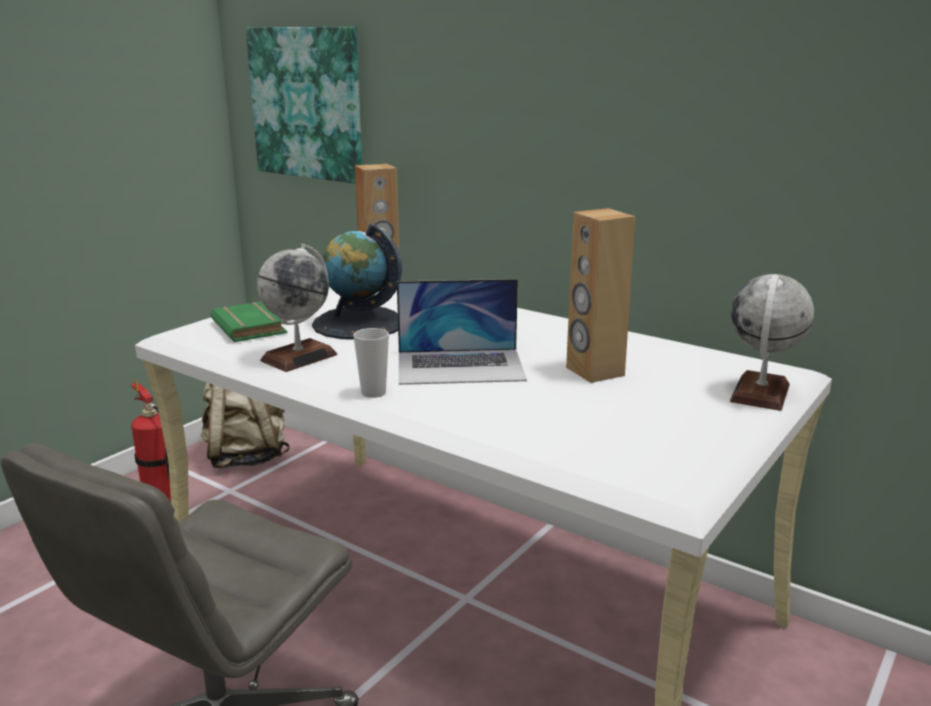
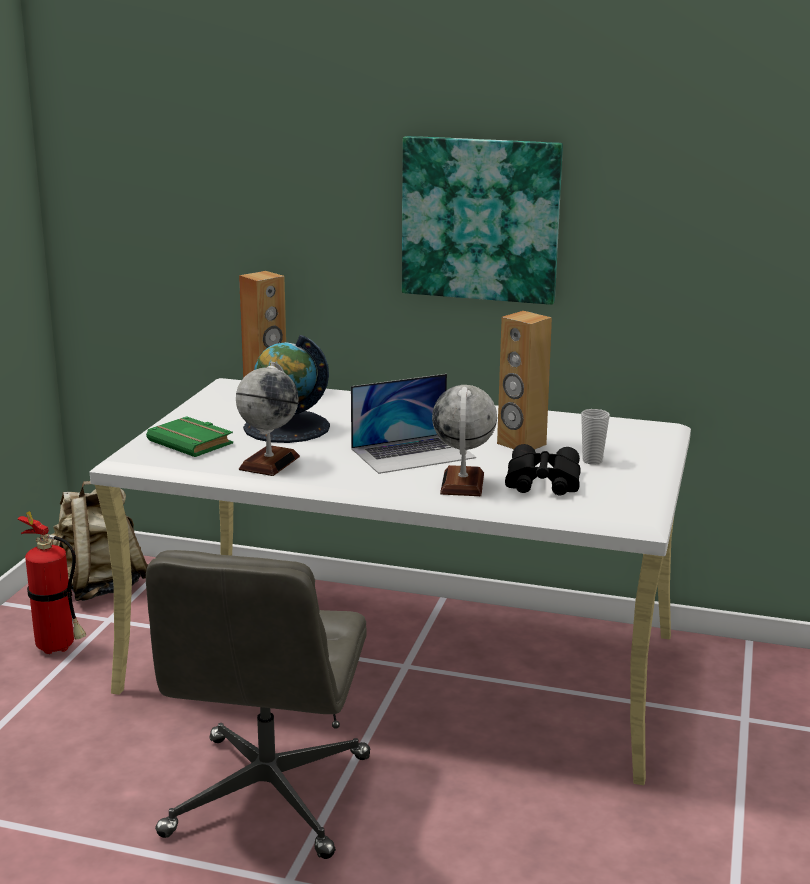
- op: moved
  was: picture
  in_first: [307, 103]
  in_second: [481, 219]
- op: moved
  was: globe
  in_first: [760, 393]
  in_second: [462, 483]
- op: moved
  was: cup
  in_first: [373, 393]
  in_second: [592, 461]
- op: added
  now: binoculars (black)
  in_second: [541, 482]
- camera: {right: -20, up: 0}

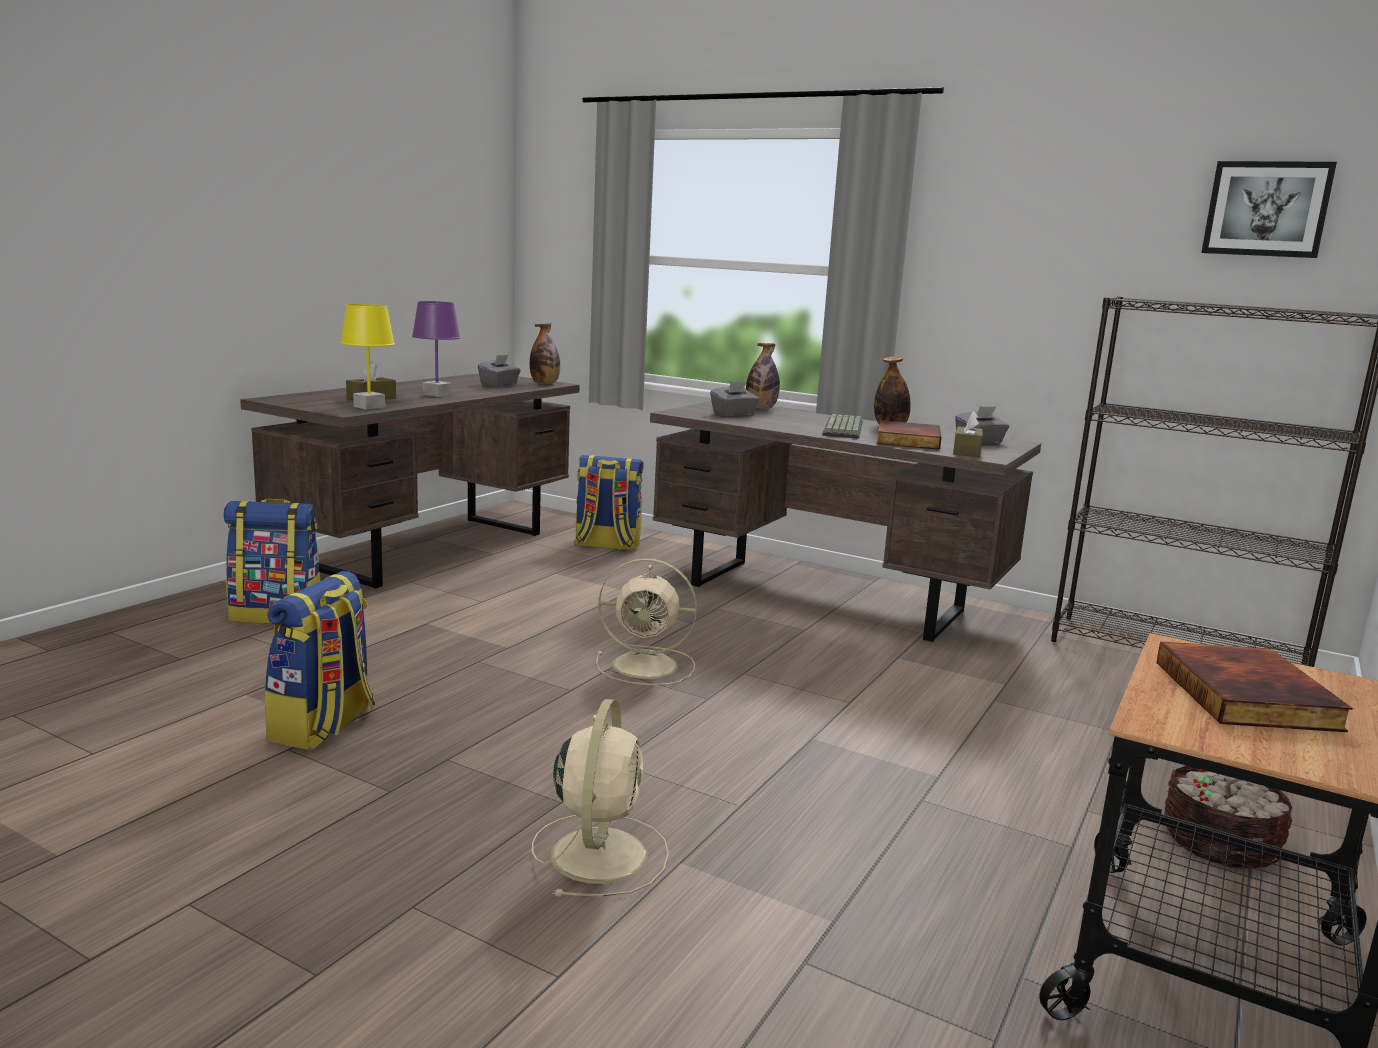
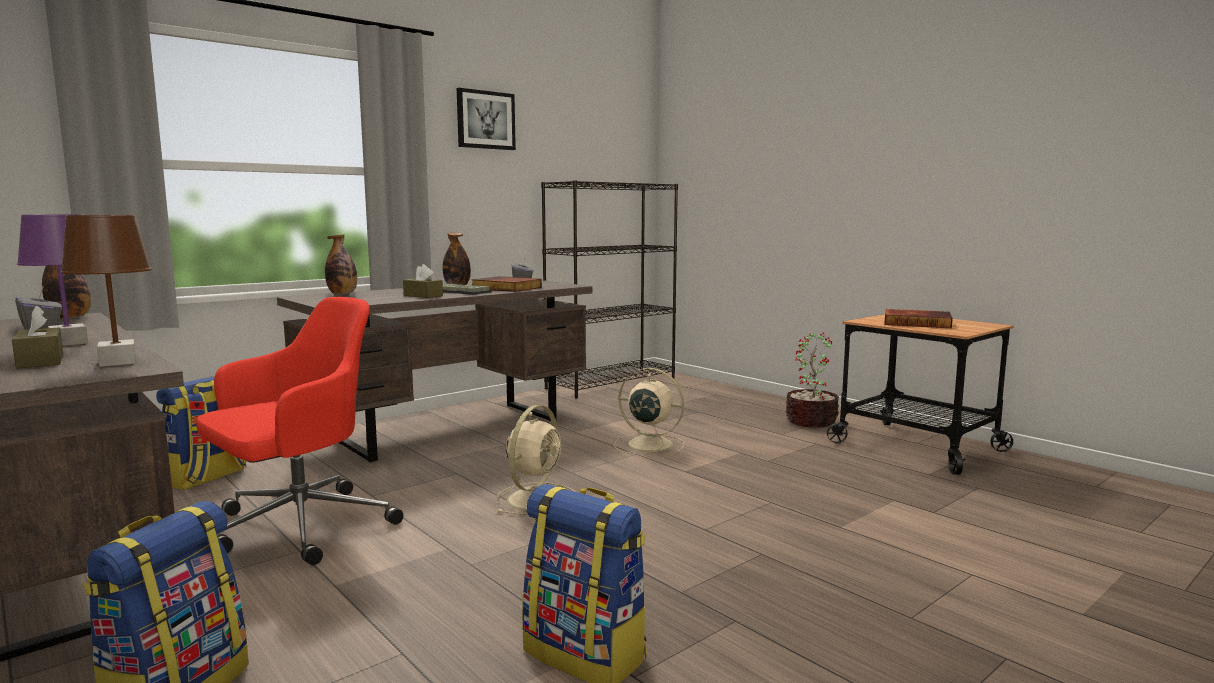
- op: moved
  was: picture
  in_first: [1266, 209]
  in_second: [485, 120]
- op: recoloured
  was: table lamp (yellow)
  now: table lamp (brown)
  in_first: [369, 407]
  in_second: [118, 362]
- op: removed
  was: tissue box (grey)
  in_first: [734, 414]
- op: moved
  was: tissue box (brown)
  in_first: [966, 451]
  in_second: [423, 296]
- op: moved
  was: fan (beige)
  in_first: [600, 852]
  in_second: [648, 444]
- op: added
  now: office chair (red)
  in_second: [298, 527]
- camera: {right: -70, up: -5}

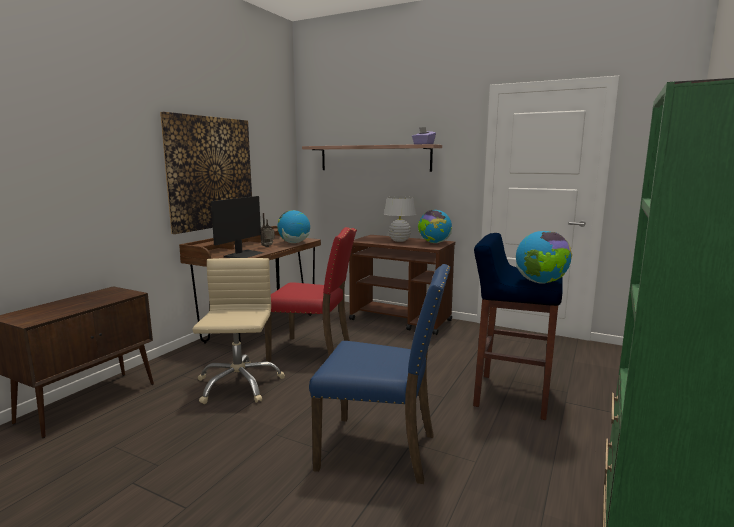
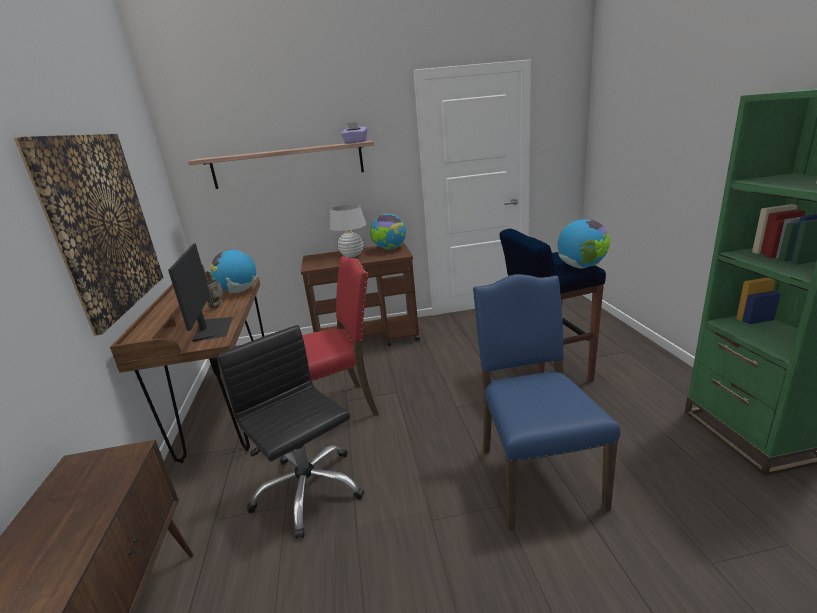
- op: recoloured
  was: office chair (beige)
  now: office chair (black)
  in_first: [238, 384]
  in_second: [307, 490]
- op: turned
  was: chair (blue)
  in_first: [381, 450]
  in_second: [535, 475]
  clockwise: -75
- camera: {right: -35, up: 10}

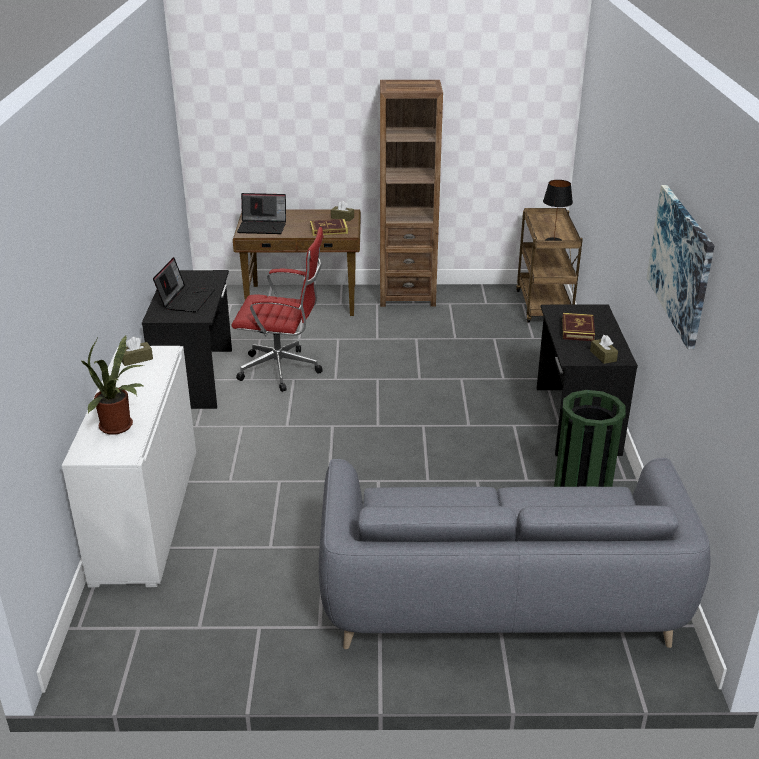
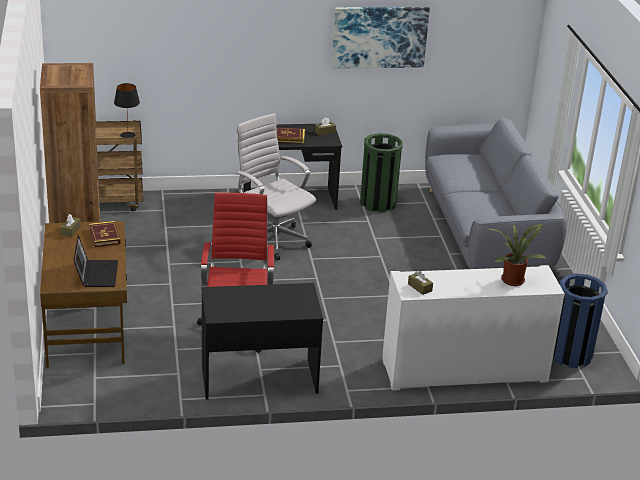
- op: removed
  was: laptop
  in_first: [186, 299]
- op: added
  now: office chair (white)
  in_second: [272, 239]
- op: added
  now: trash can (blue)
  in_second: [570, 354]
- camera: {right: -100, up: 0}

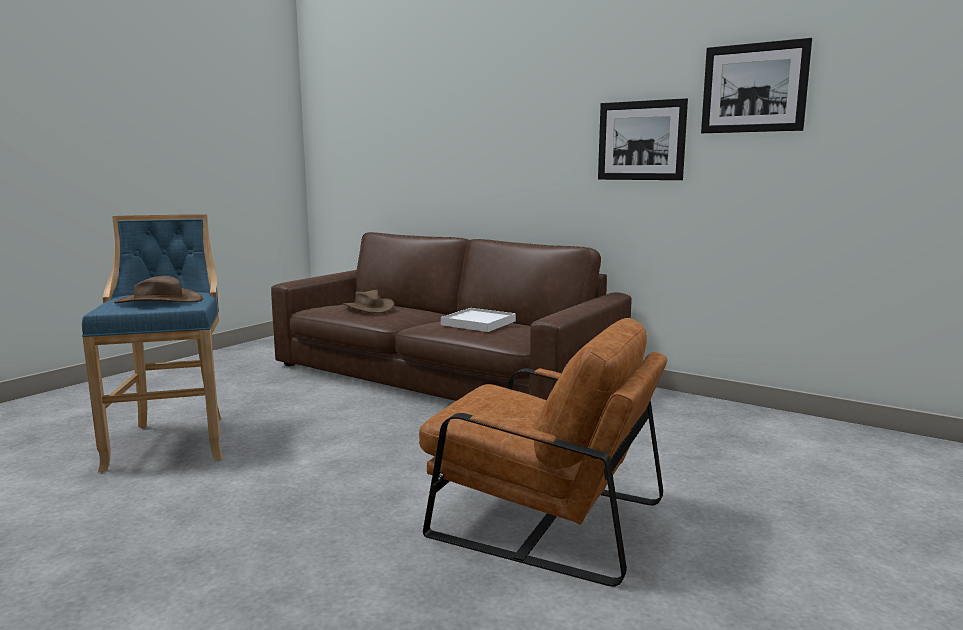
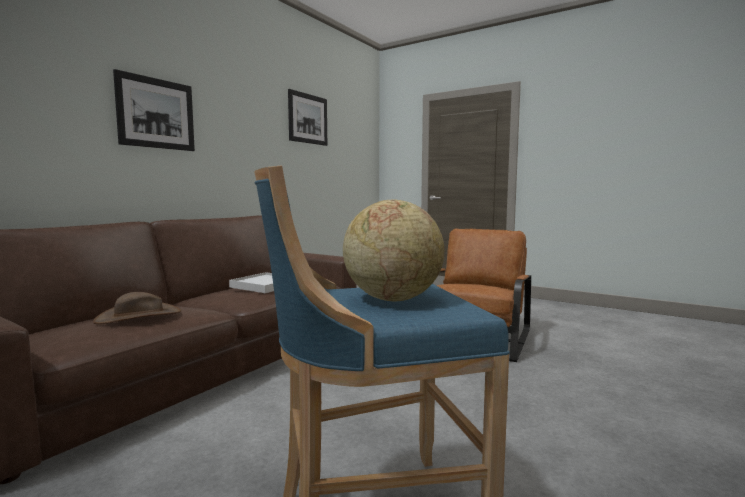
- op: moved
  was: picture
  in_first: [641, 140]
  in_second: [156, 113]
- op: replaced
  was: hat (brown)
  now: globe
  in_first: [159, 301]
  in_second: [392, 299]
- camera: {right: -90, up: -5}

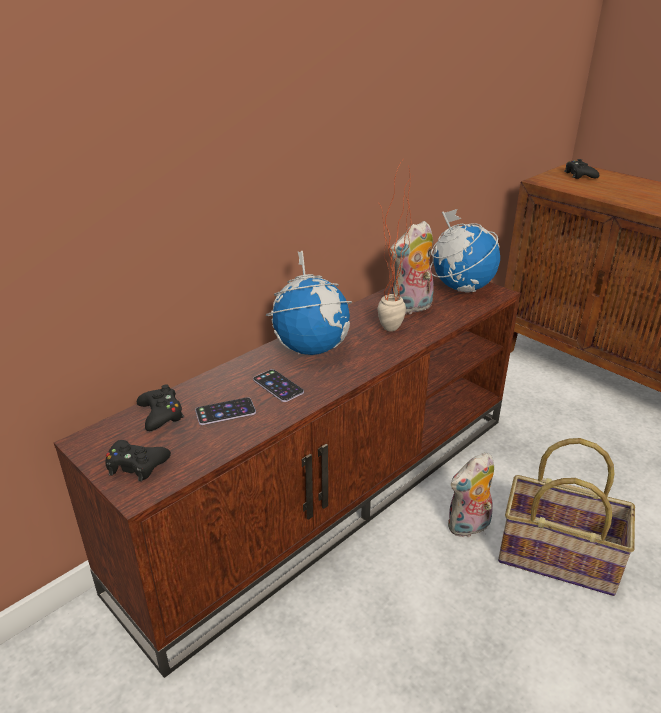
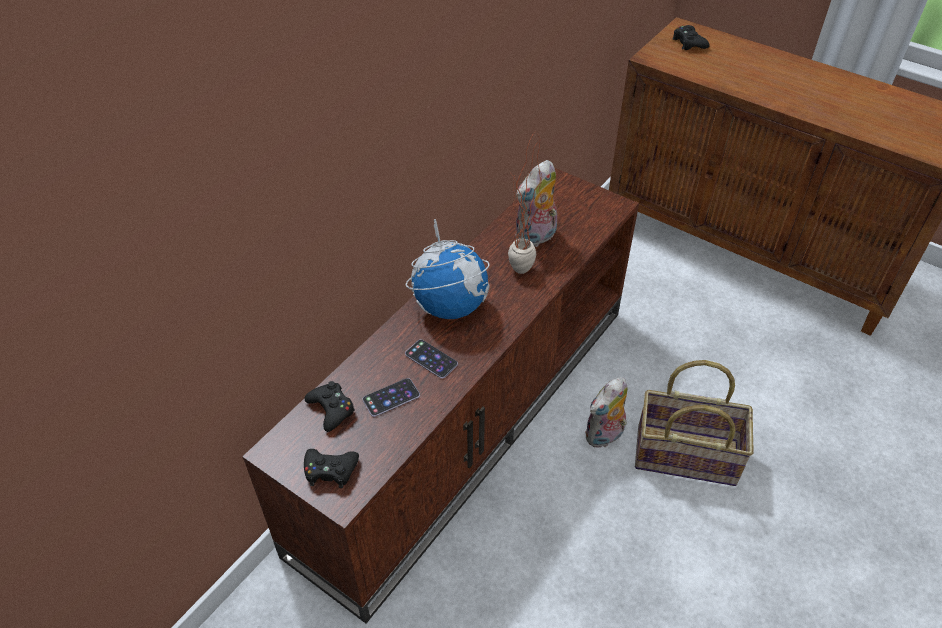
- op: removed
  was: globe
  in_first: [461, 288]
- camera: {right: -10, up: 15}

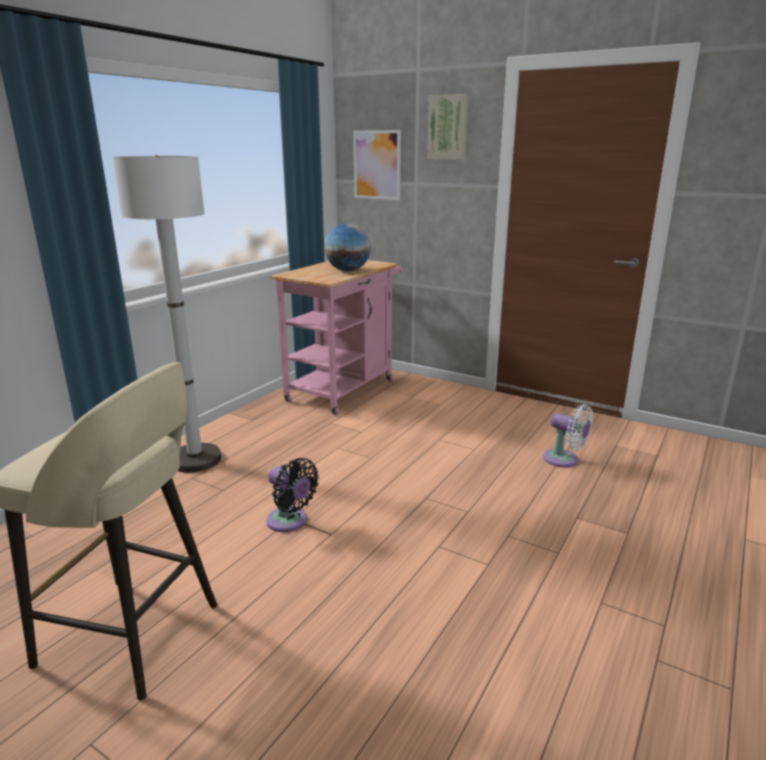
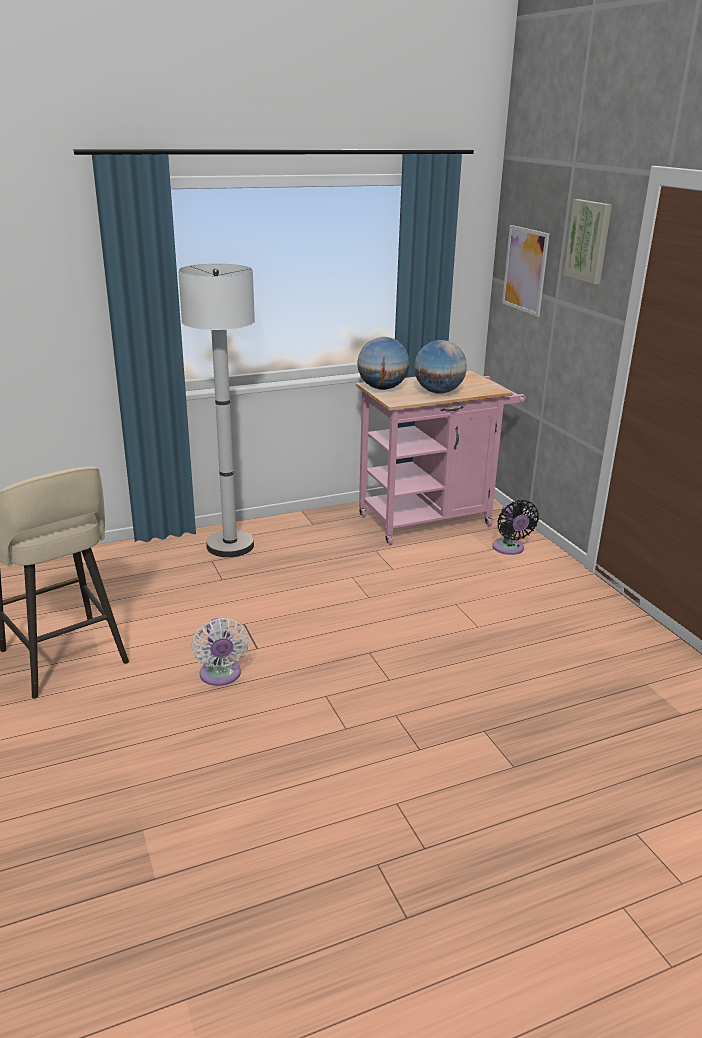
- op: moved
  was: fan (white)
  in_first: [564, 460]
  in_second: [220, 676]
- op: moved
  was: fan (black)
  in_first: [289, 522]
  in_second: [509, 549]
- op: added
  now: globe
  in_second: [382, 388]
- camera: {right: 35, up: 5}

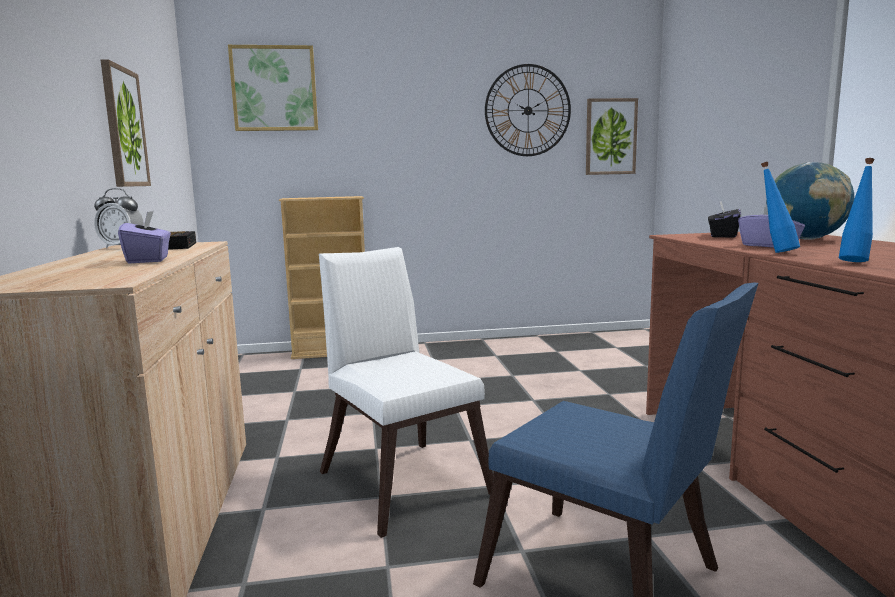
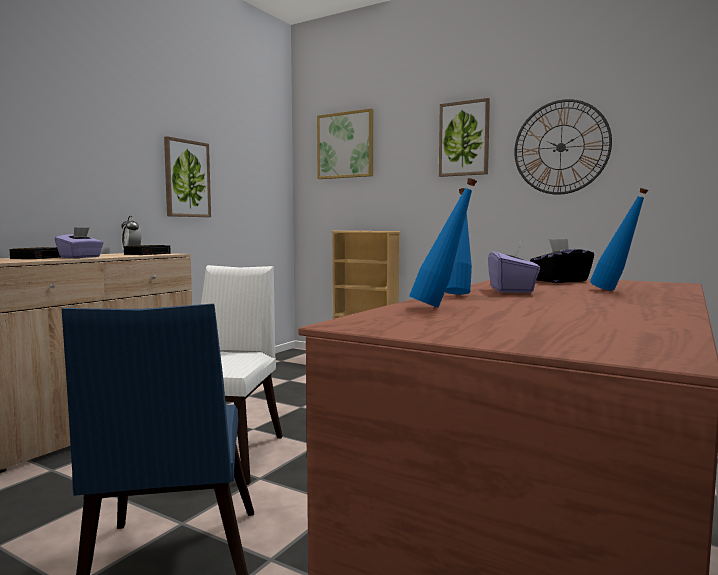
- op: moved
  was: picture
  in_first: [610, 137]
  in_second: [464, 138]
- op: replaced
  was: globe
  now: bottle (blue)
  in_first: [805, 239]
  in_second: [616, 291]
- op: added
  now: alarm clock
  in_second: [40, 257]
- camera: {right: 40, up: -5}

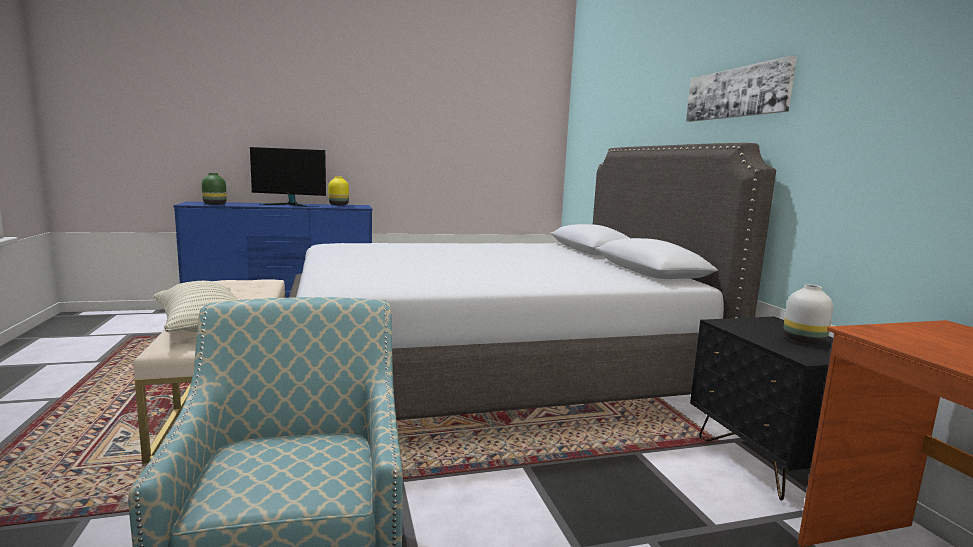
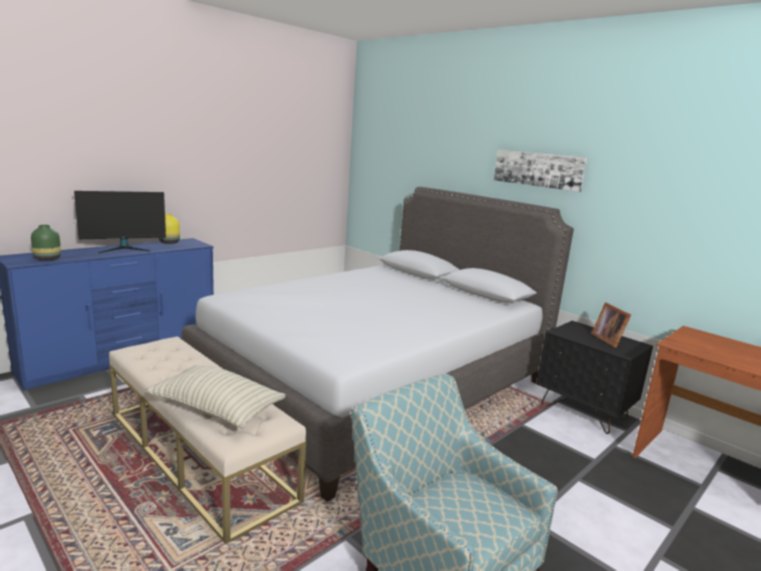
- op: replaced
  was: vase (white)
  now: picture frame
  in_first: [805, 341]
  in_second: [608, 340]
- camera: {right: -30, up: 5}

